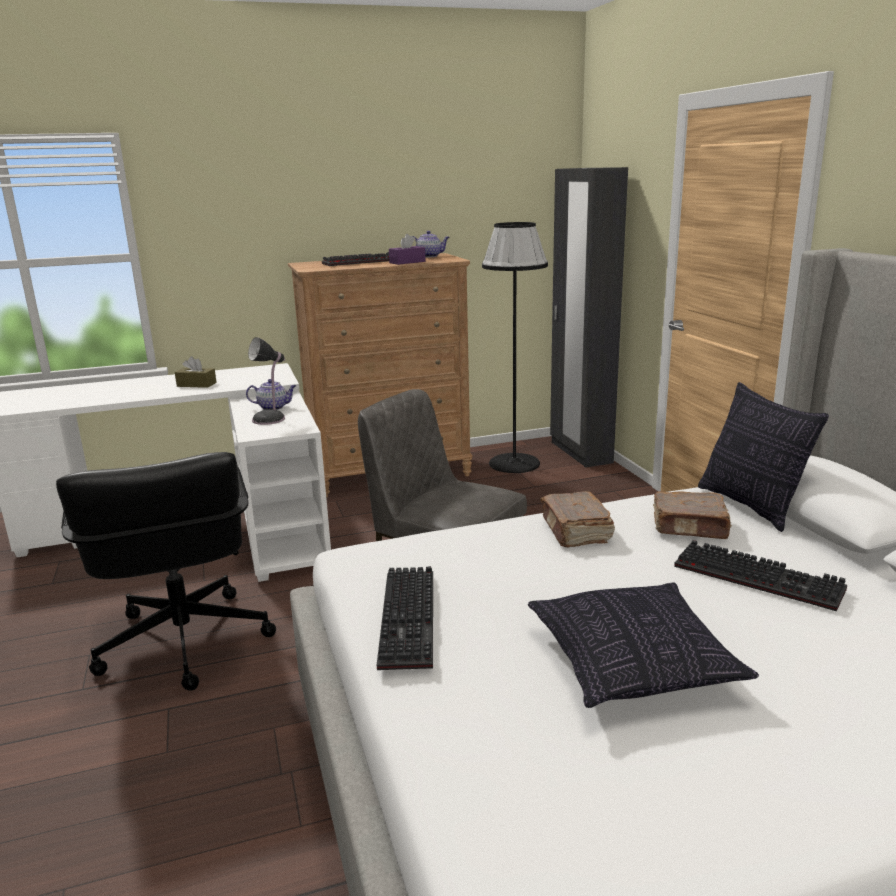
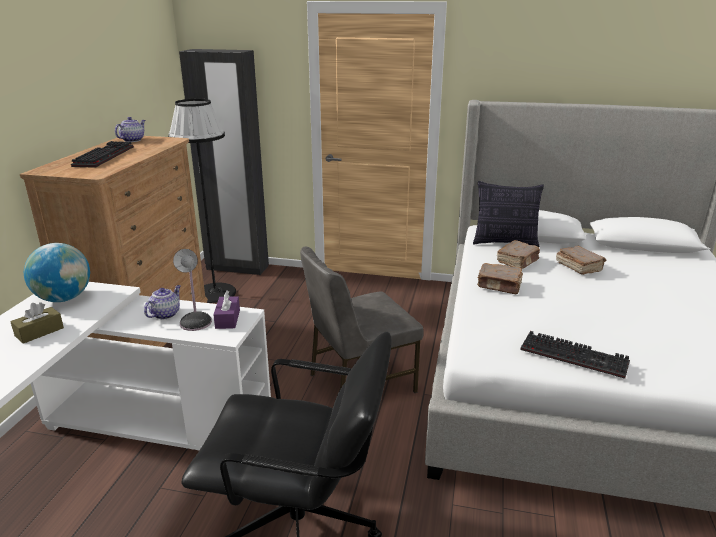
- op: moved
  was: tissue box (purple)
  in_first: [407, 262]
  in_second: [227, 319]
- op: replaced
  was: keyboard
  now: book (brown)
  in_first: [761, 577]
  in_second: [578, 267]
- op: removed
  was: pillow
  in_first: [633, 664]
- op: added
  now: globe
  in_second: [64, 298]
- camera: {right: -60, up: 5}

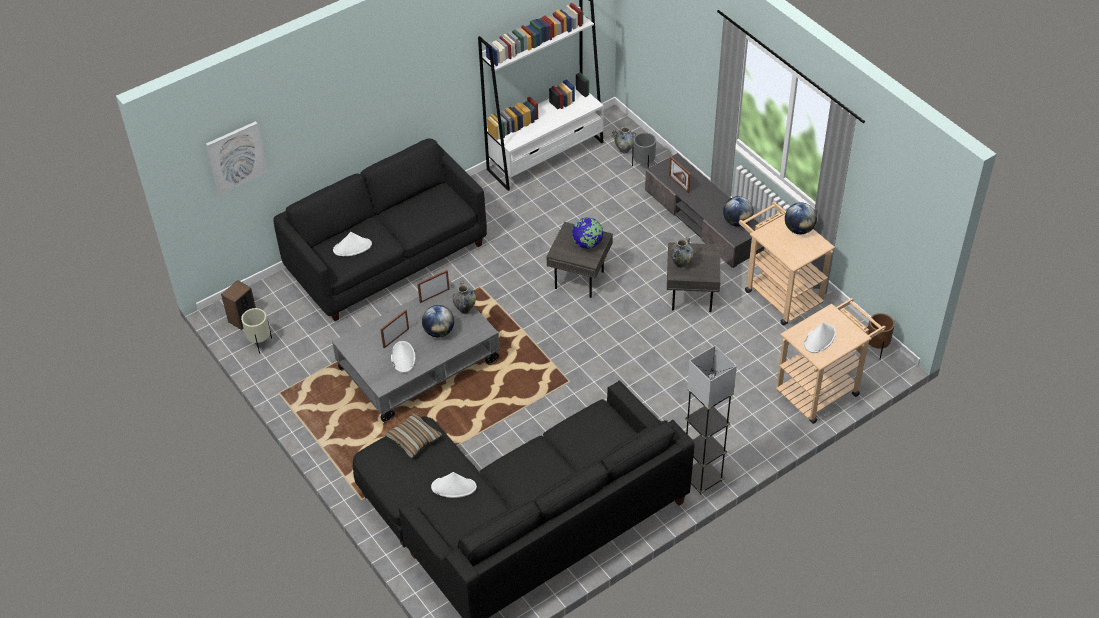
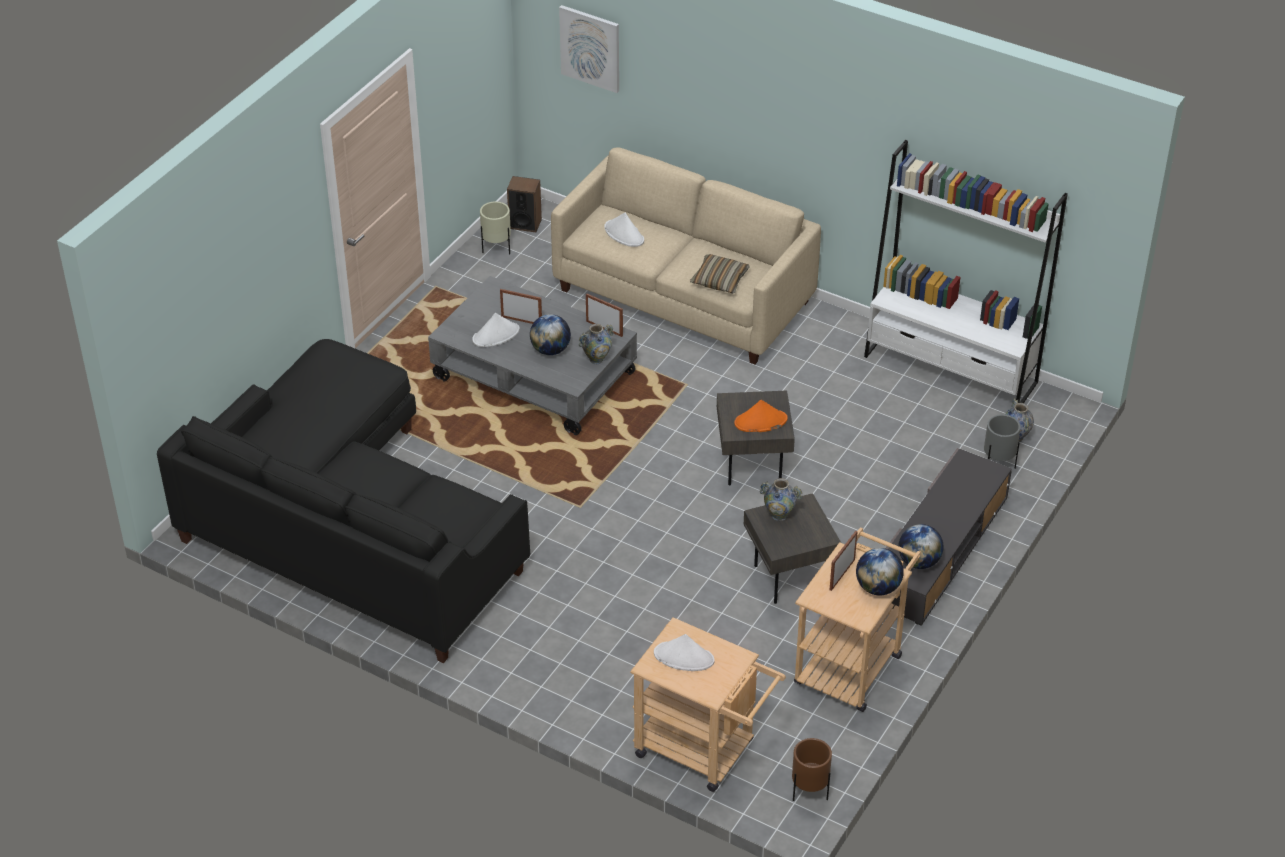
- op: recoloured
  was: sofa (black)
  now: sofa (beige)
  in_first: [387, 257]
  in_second: [684, 296]
- op: moved
  was: picture frame
  in_first: [679, 184]
  in_second: [842, 575]
- op: replaced
  was: globe
  now: hat (orange)
  in_first: [587, 244]
  in_second: [760, 421]
- op: removed
  was: floor lamp (grey)
  in_first: [702, 479]
- op: moved
  was: pillow
  in_first: [414, 439]
  in_second: [719, 280]
- op: removed
  was: hat (white)
  in_first: [454, 487]
- camera: {right: 65, up: -5}

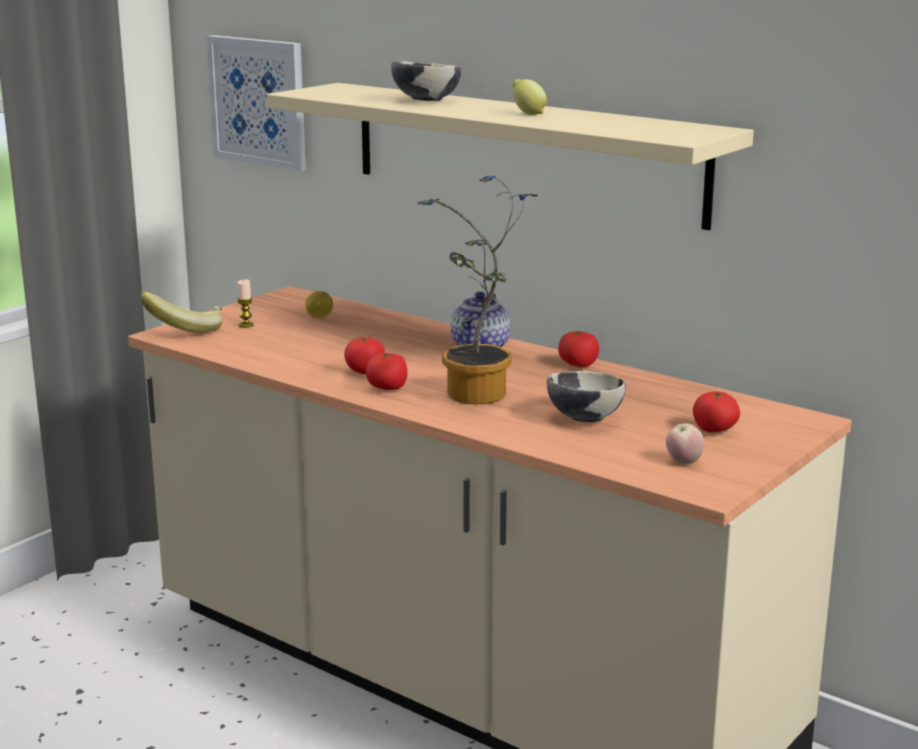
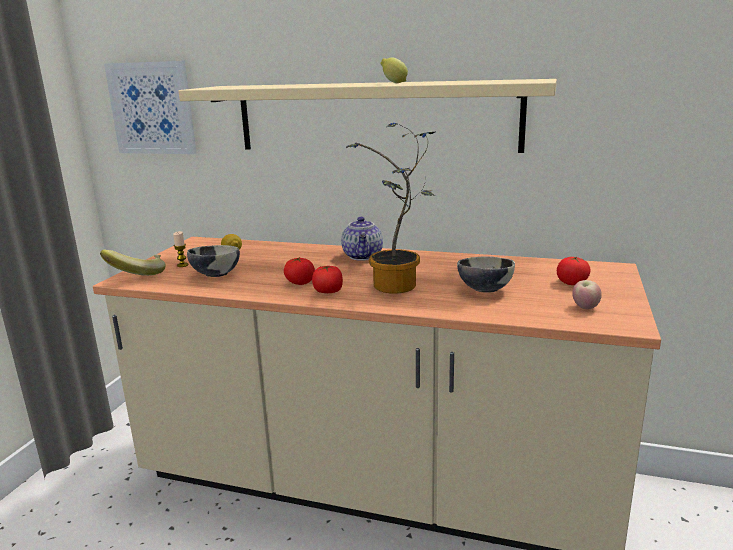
- op: moved
  was: bowl
  in_first: [425, 100]
  in_second: [215, 275]
- op: removed
  was: tomato
  in_first: [578, 364]
- camera: {right: -20, up: 0}

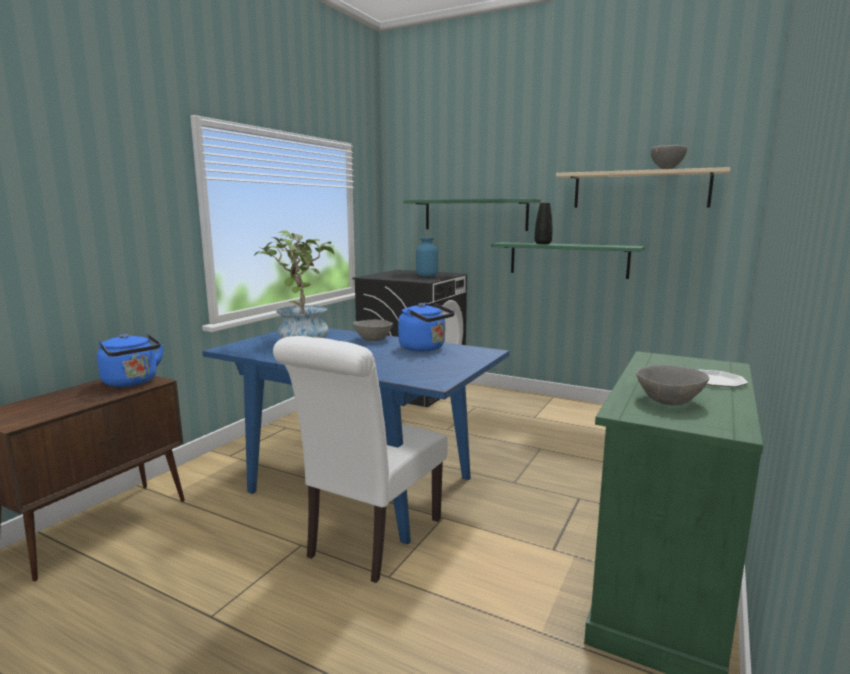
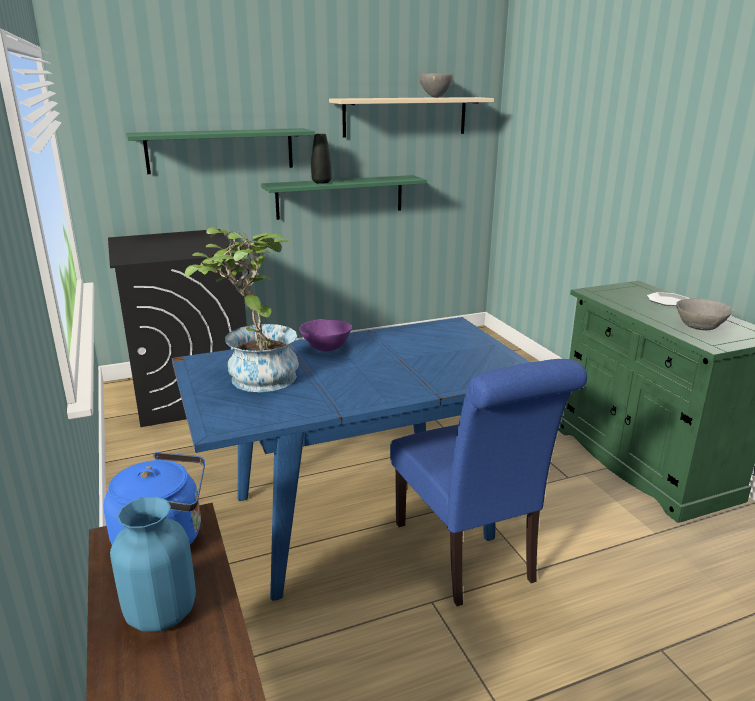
- op: moved
  was: vase (blue)
  in_first: [426, 276]
  in_second: [161, 612]
- op: removed
  was: kettle (blue)
  in_first: [425, 348]
- op: recoloured
  was: bowl (grey)
  now: bowl (purple)
  in_first: [373, 339]
  in_second: [326, 347]
- op: recoloured
  was: chair (white)
  now: chair (blue)
  in_first: [370, 541]
  in_second: [468, 556]
- camera: {right: -50, up: 10}

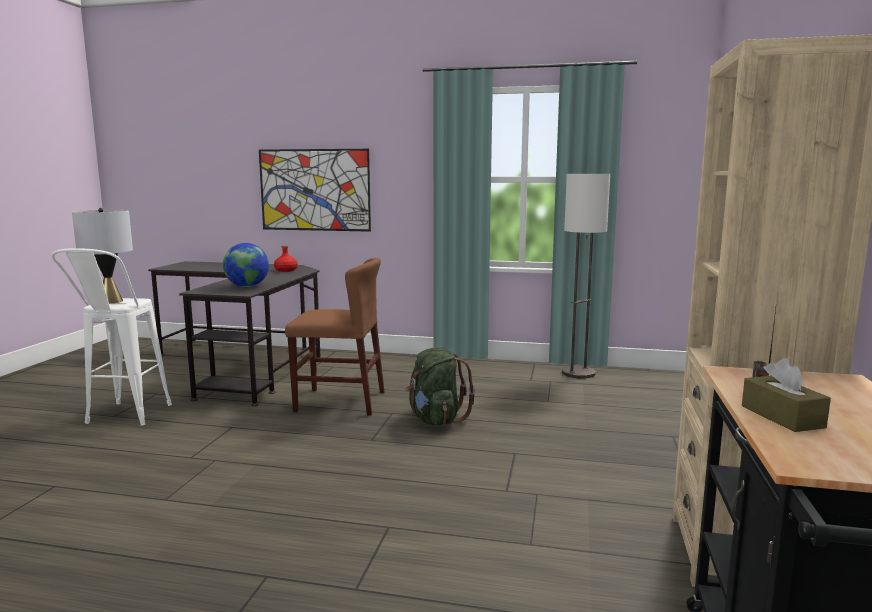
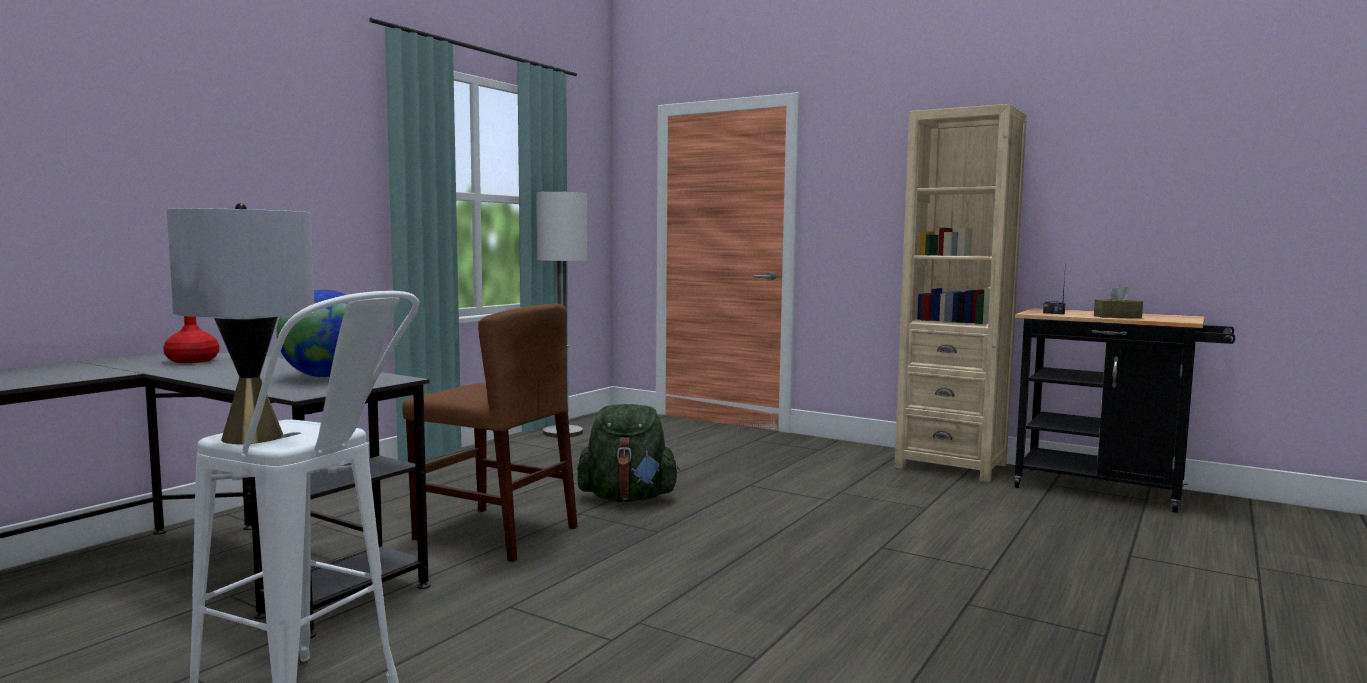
- op: removed
  was: picture
  in_first: [314, 190]
- op: turned
  was: chair (brown)
  in_first: [340, 401]
  in_second: [495, 533]
  clockwise: 90
- camera: {right: -70, up: -5}

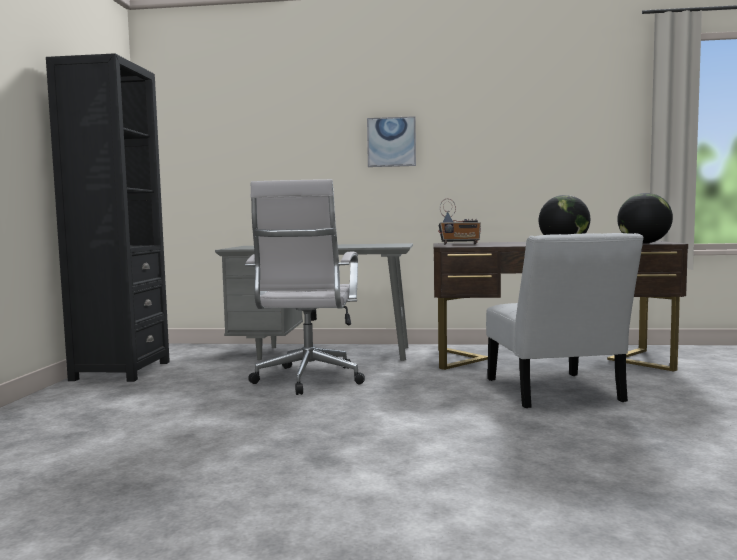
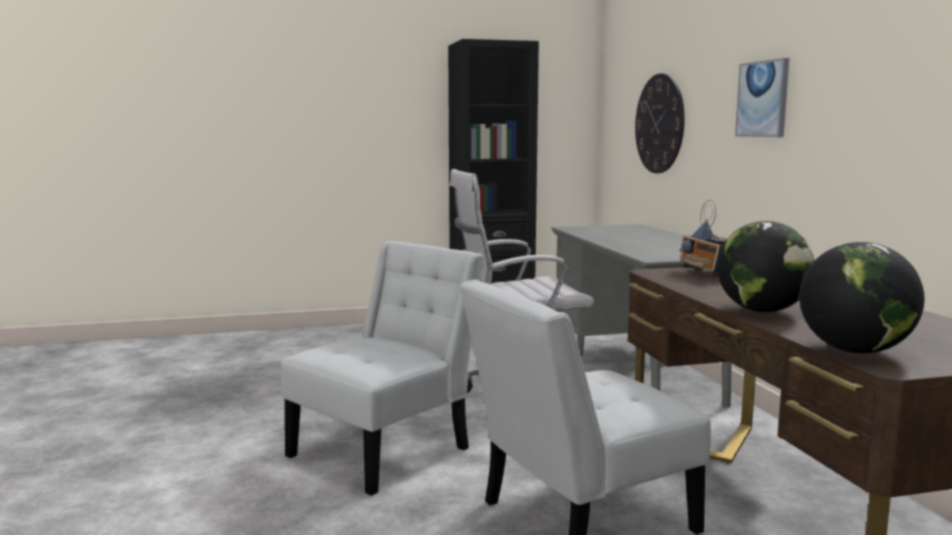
- op: added
  now: wall clock
  in_second: [659, 124]
- op: added
  now: chair (white)
  in_second: [387, 449]
- camera: {right: 70, up: 5}

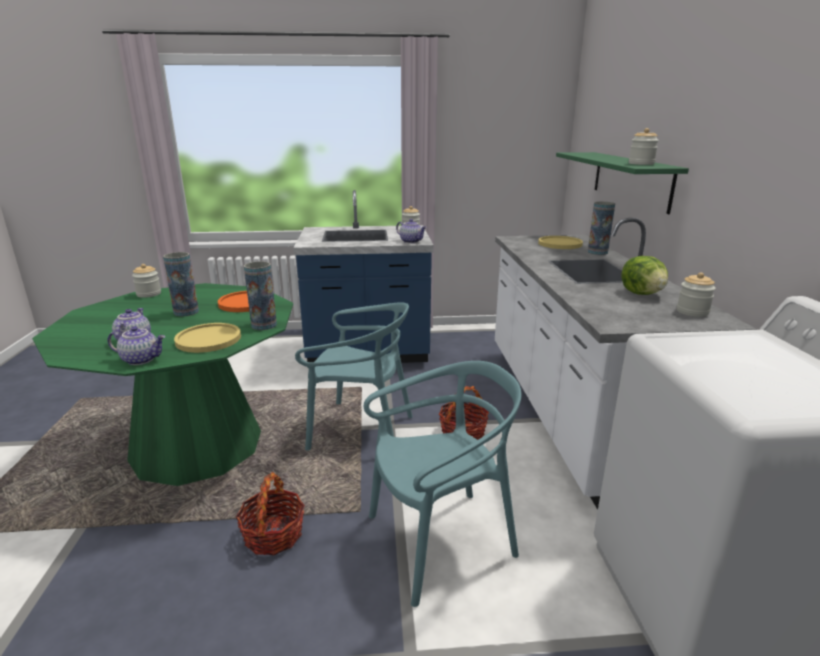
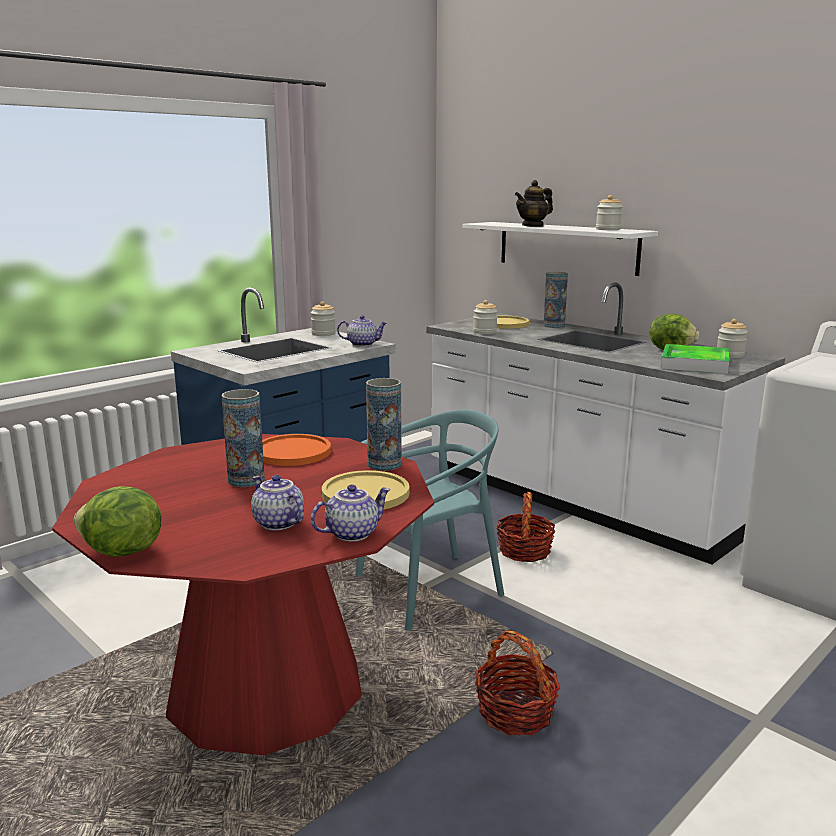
- op: recoloured
  was: shelf (green)
  now: shelf (white)
  in_first: [630, 179]
  in_second: [567, 247]
- op: moved
  was: jar
  in_first: [149, 294]
  in_second: [485, 332]
- op: recoloured
  was: dining table (green)
  now: dining table (red)
  in_first: [197, 446]
  in_second: [266, 688]
- op: removed
  was: chair (turquoise)
  in_first: [440, 540]
- op: added
  now: teapot
  in_second: [533, 226]
- op: added
  now: tray
  in_second: [694, 364]
- op: added
  now: lettuce
  in_second: [121, 552]
- camera: {right: -40, up: -5}

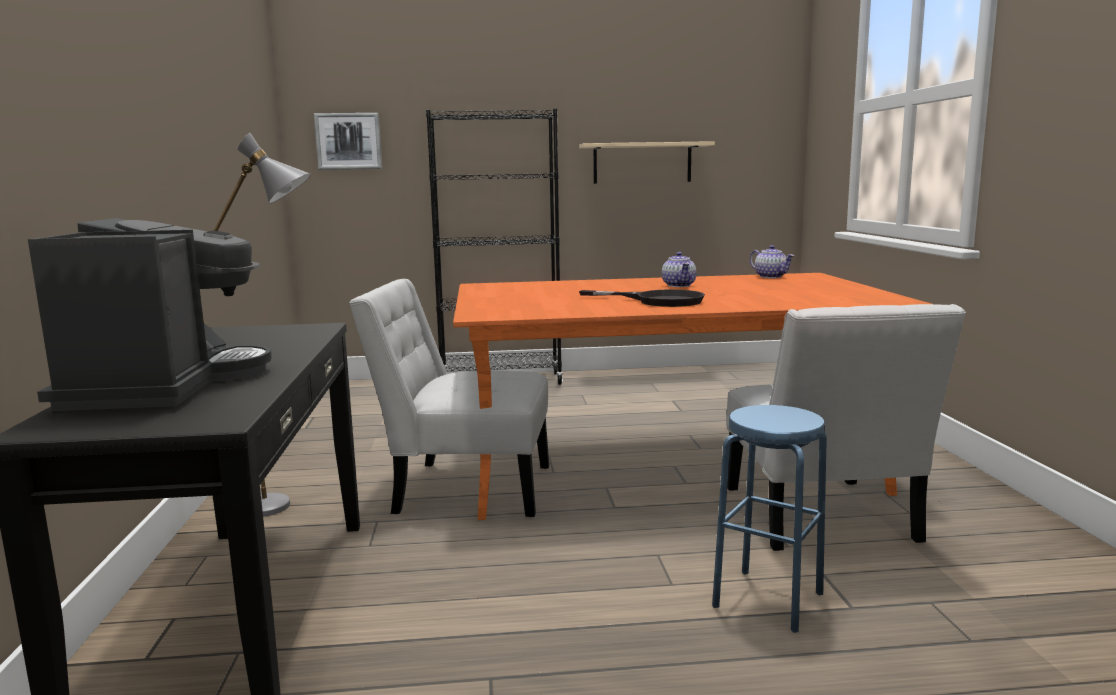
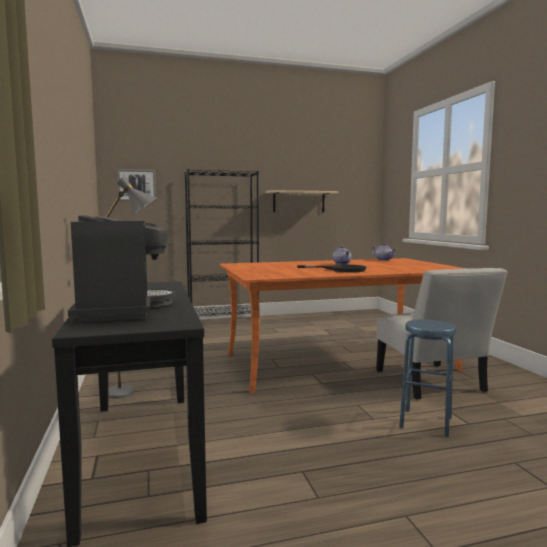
- op: removed
  was: chair (white)
  in_first: [464, 488]
- camera: {right: -10, up: -5}

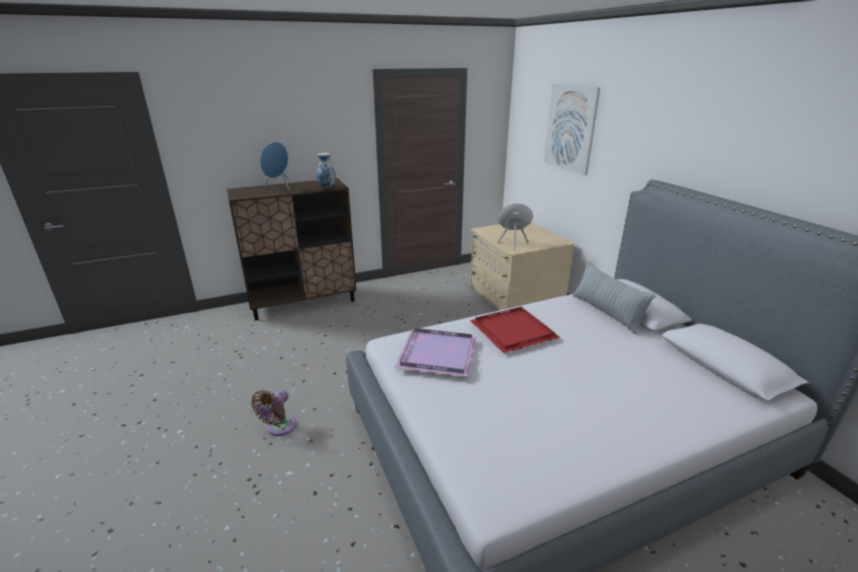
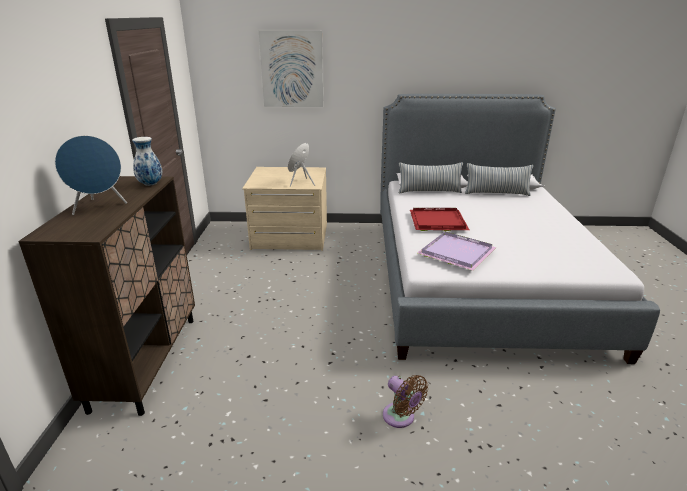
- op: added
  now: pillow
  in_second: [496, 193]
- camera: {right: -65, up: 0}

